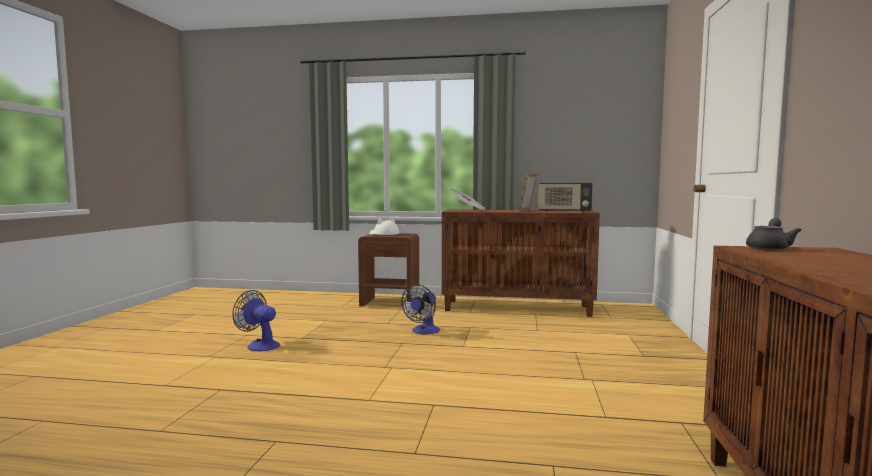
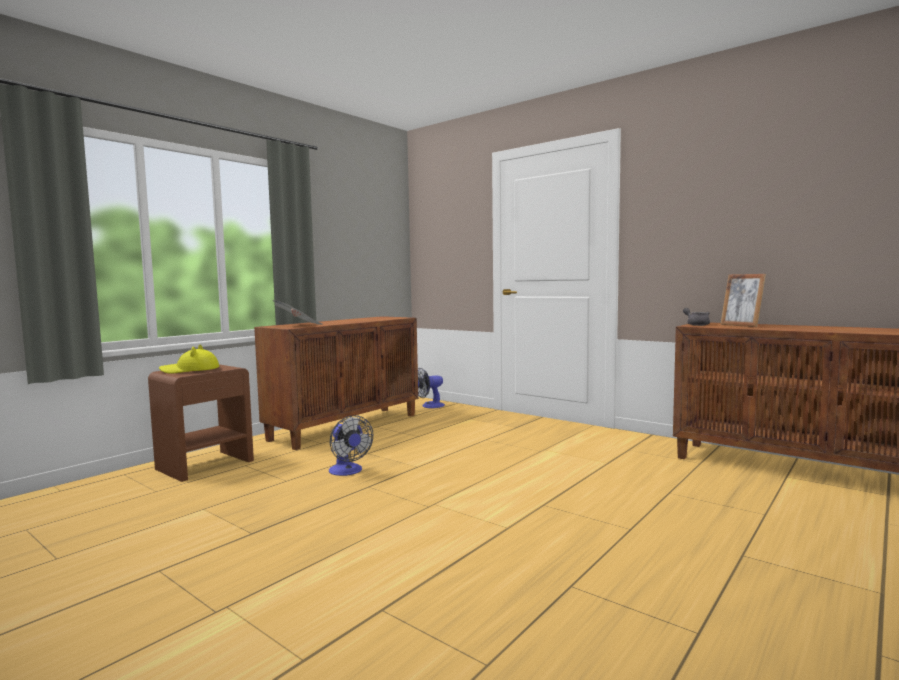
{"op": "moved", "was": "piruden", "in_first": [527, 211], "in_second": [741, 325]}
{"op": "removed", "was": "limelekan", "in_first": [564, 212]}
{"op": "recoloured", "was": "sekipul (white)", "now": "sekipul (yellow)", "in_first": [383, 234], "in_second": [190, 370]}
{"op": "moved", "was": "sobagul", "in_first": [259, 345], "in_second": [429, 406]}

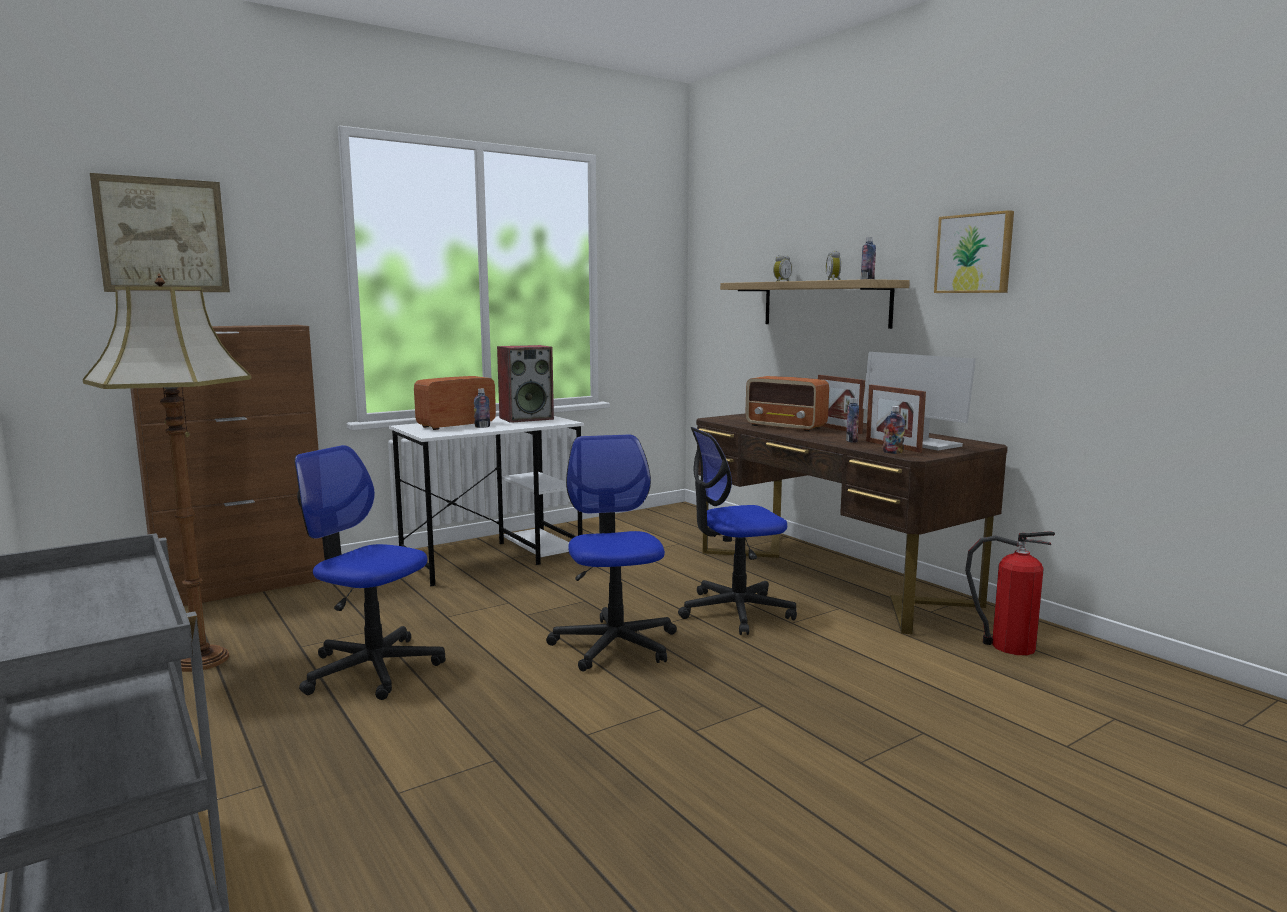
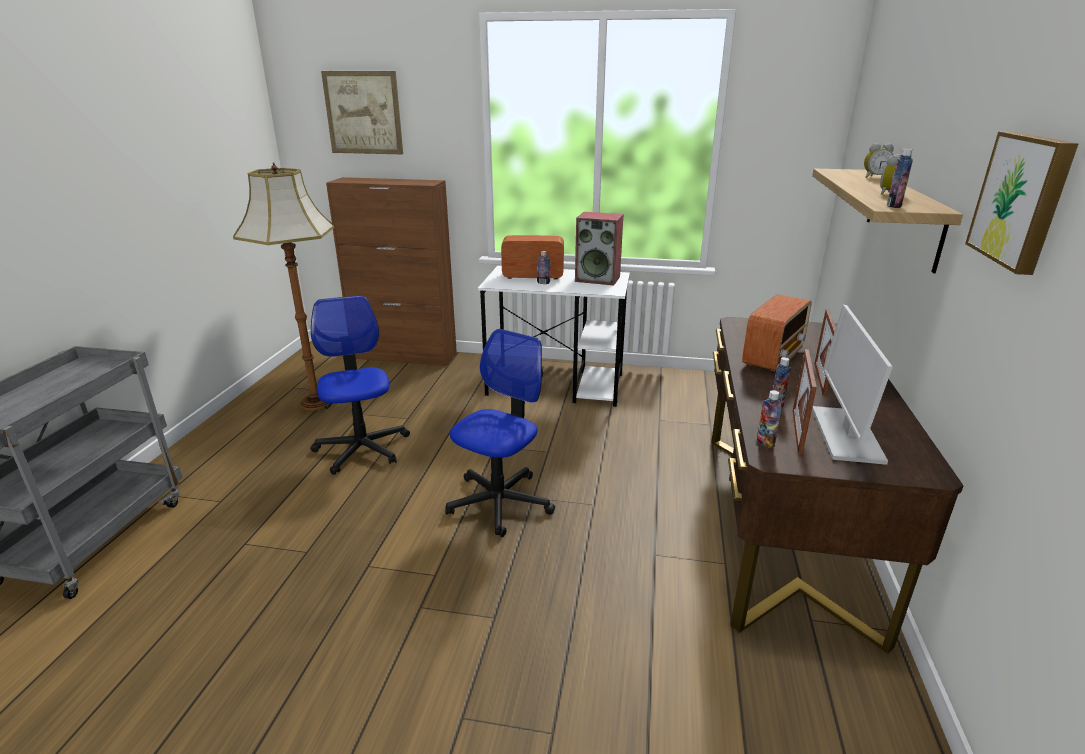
{"op": "turned", "was": "limelekan", "in_first": [786, 427], "in_second": [773, 357], "clockwise": -135}
{"op": "removed", "was": "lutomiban", "in_first": [735, 611]}
{"op": "removed", "was": "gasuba", "in_first": [1008, 646]}

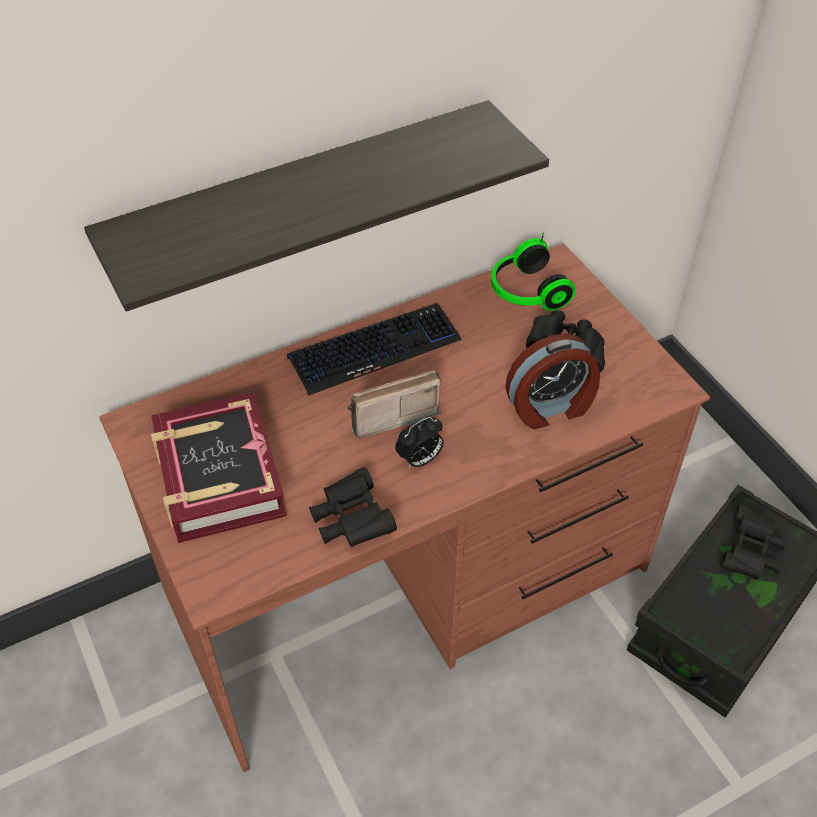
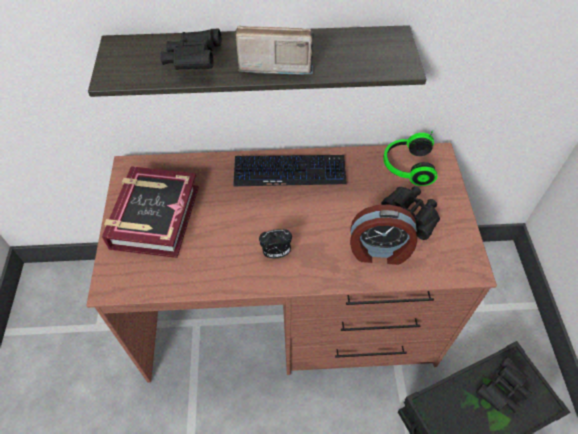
{"op": "moved", "was": "limelekan", "in_first": [388, 414], "in_second": [273, 64]}
{"op": "moved", "was": "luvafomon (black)", "in_first": [351, 520], "in_second": [194, 61]}

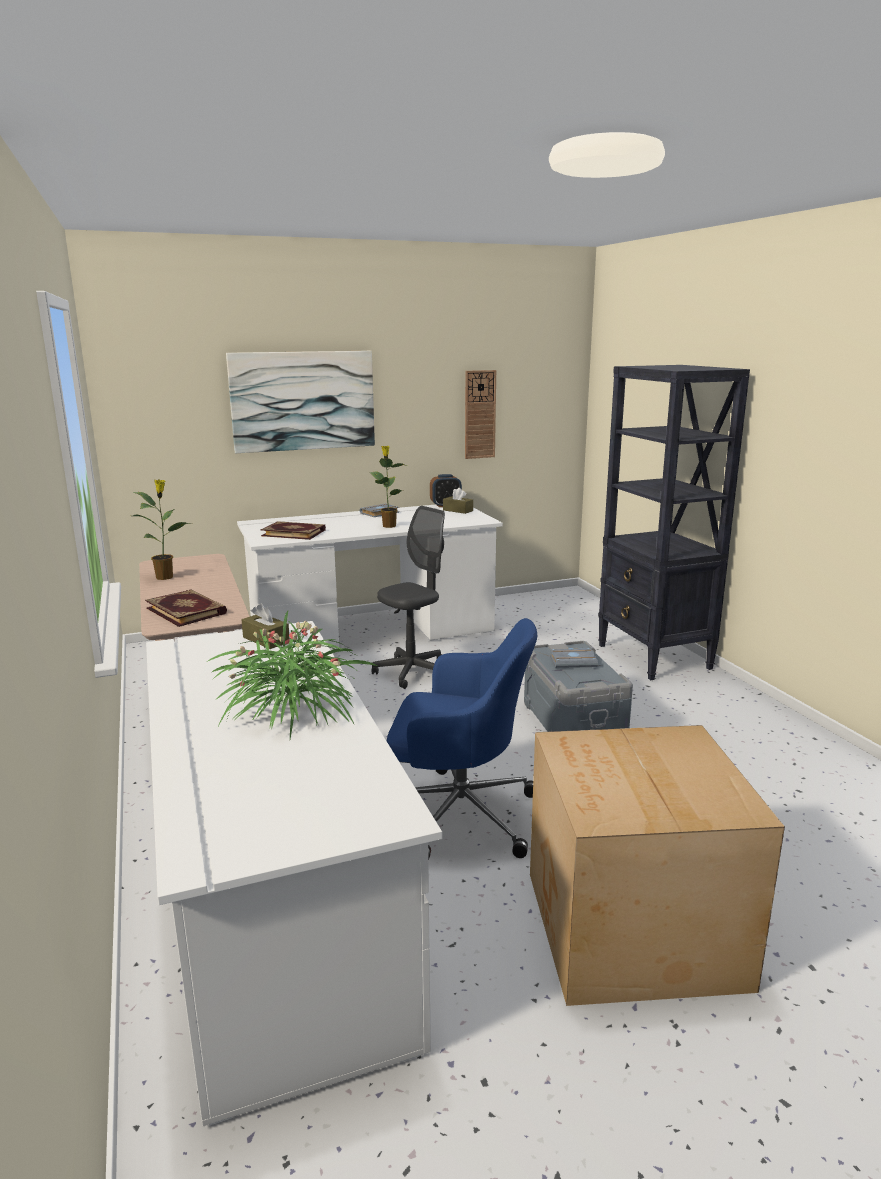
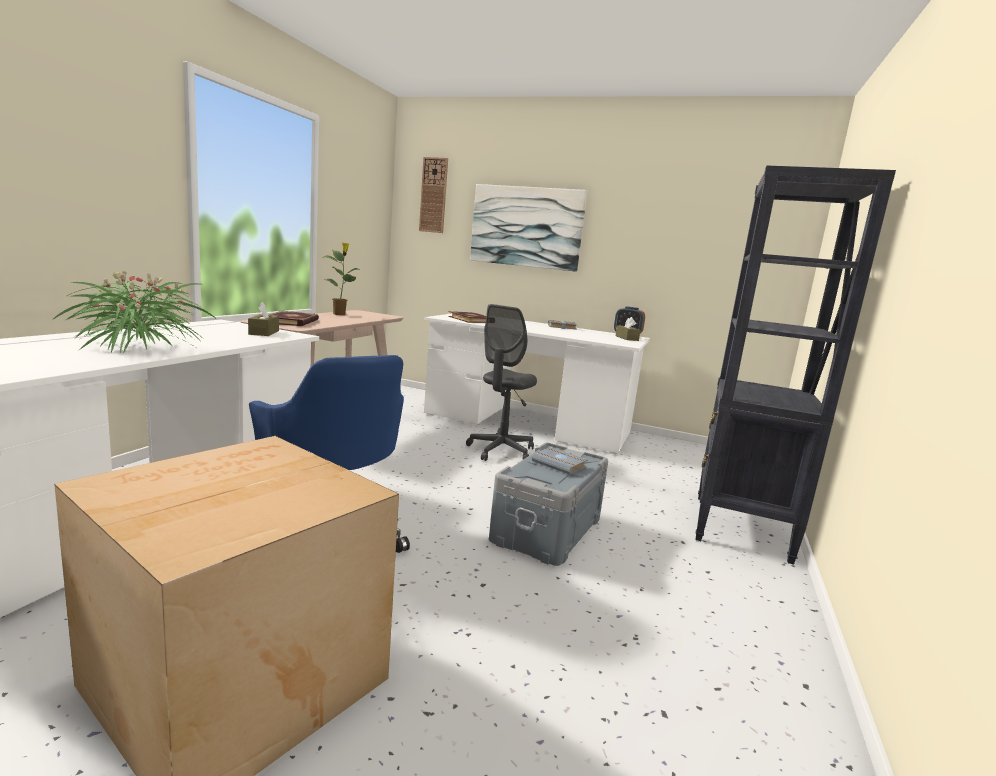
{"op": "moved", "was": "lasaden", "in_first": [480, 414], "in_second": [433, 195]}
{"op": "removed", "was": "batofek", "in_first": [389, 526]}
{"op": "turned", "was": "lutomiban (grey)", "in_first": [412, 672], "in_second": [501, 451], "clockwise": 120}

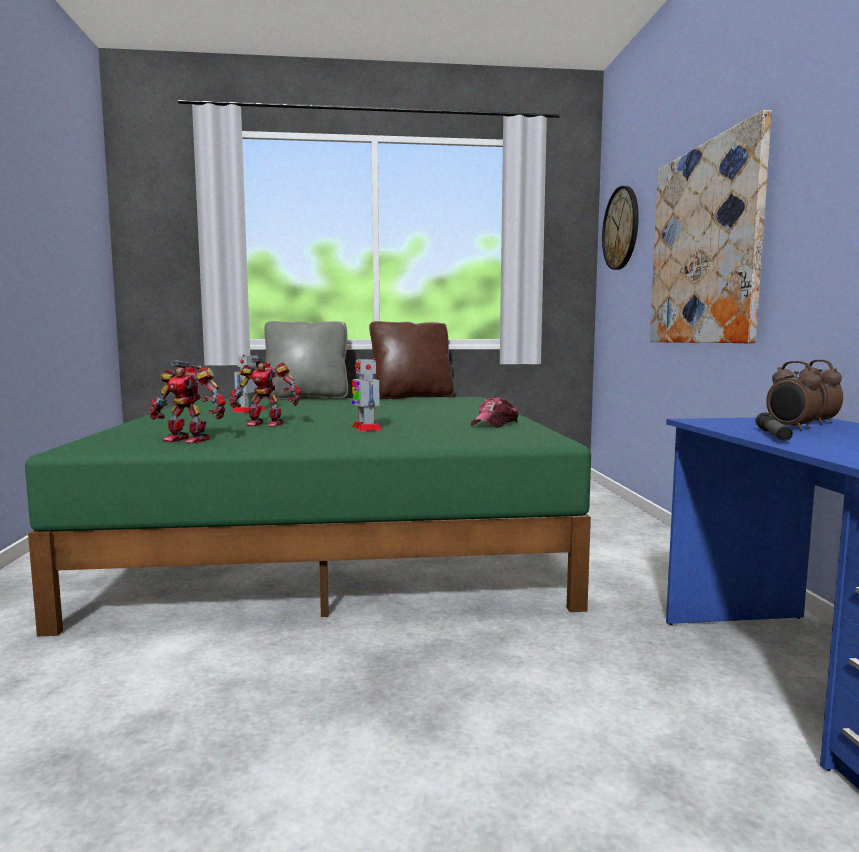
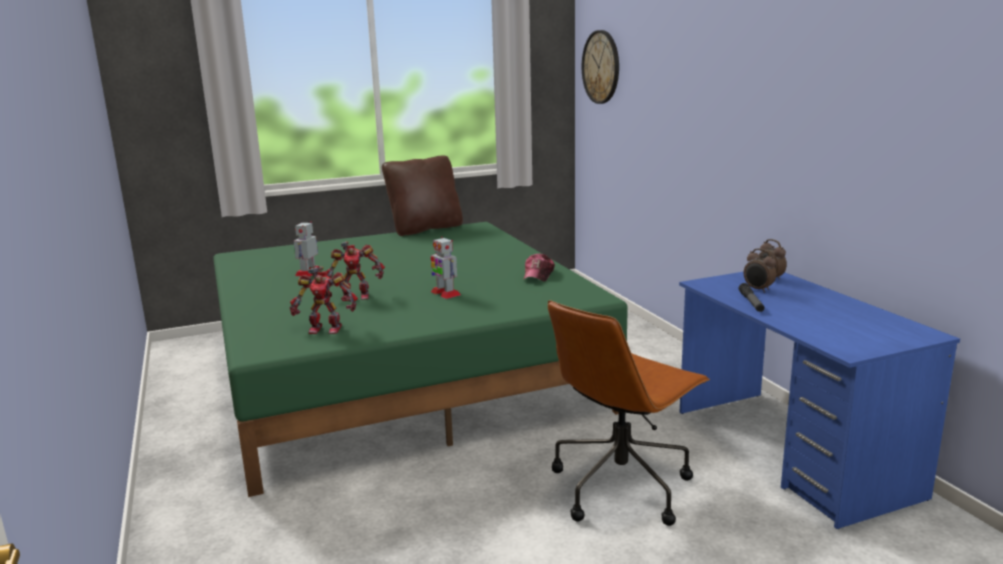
{"op": "removed", "was": "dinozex", "in_first": [704, 245]}
{"op": "removed", "was": "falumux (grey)", "in_first": [307, 398]}
{"op": "added", "now": "lutomiban (brown)", "in_second": [621, 486]}

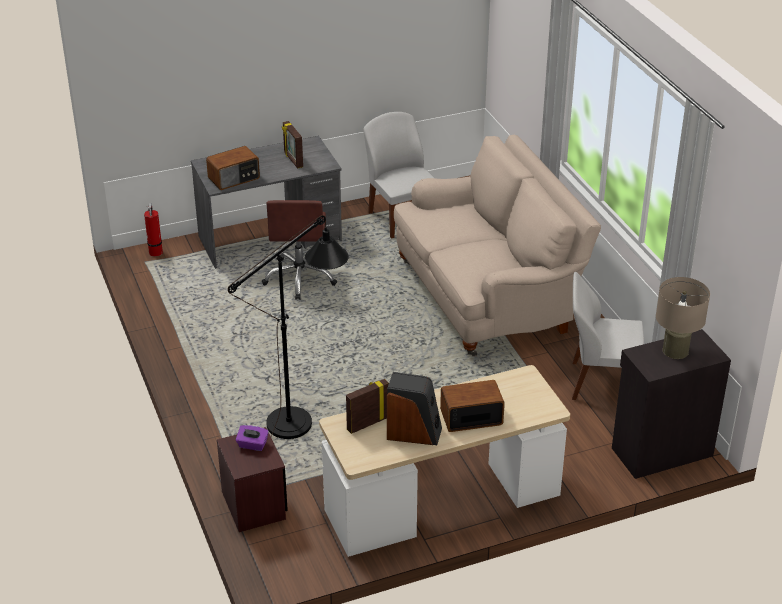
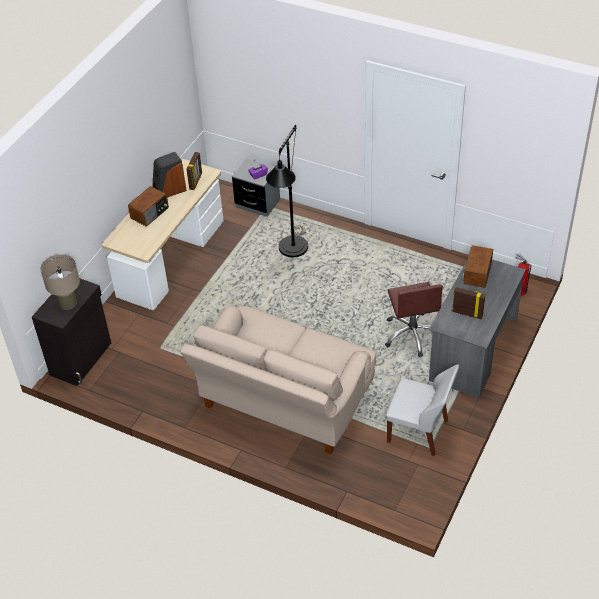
{"op": "turned", "was": "lutomiban (brown)", "in_first": [300, 278], "in_second": [412, 334], "clockwise": -150}
{"op": "removed", "was": "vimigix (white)", "in_first": [600, 382]}
{"op": "recoloured", "was": "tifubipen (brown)", "now": "tifubipen (grey)", "in_first": [254, 505], "in_second": [257, 203]}

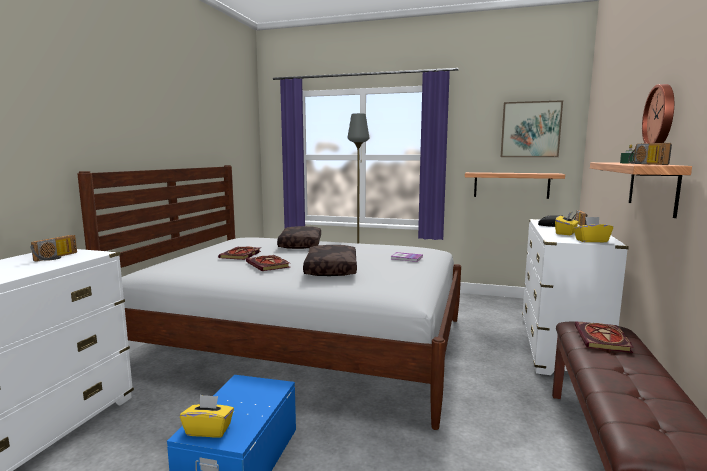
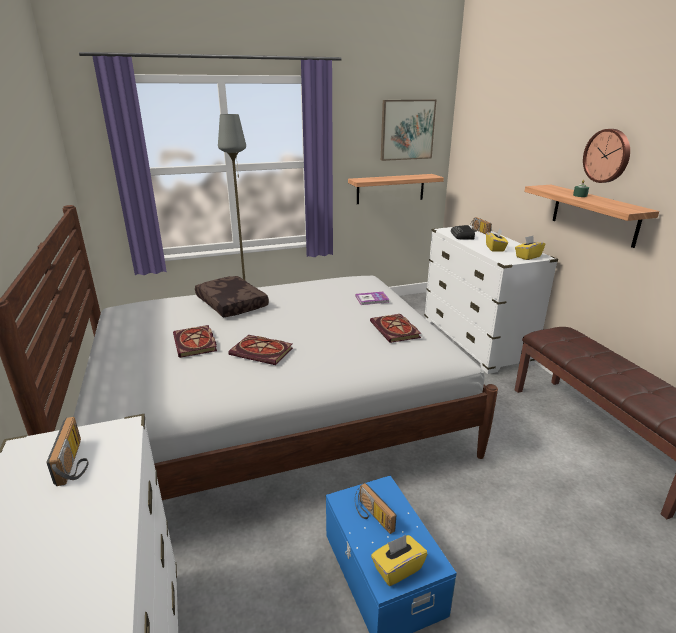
{"op": "moved", "was": "limelekan", "in_first": [644, 164], "in_second": [371, 516]}
{"op": "removed", "was": "falumux (brown)", "in_first": [330, 269]}
{"op": "moved", "was": "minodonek", "in_first": [603, 340], "in_second": [396, 330]}

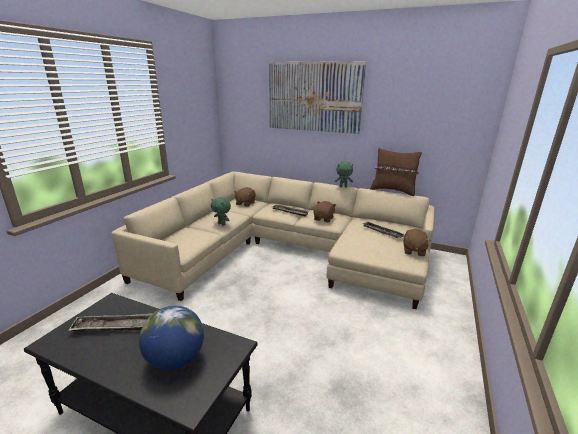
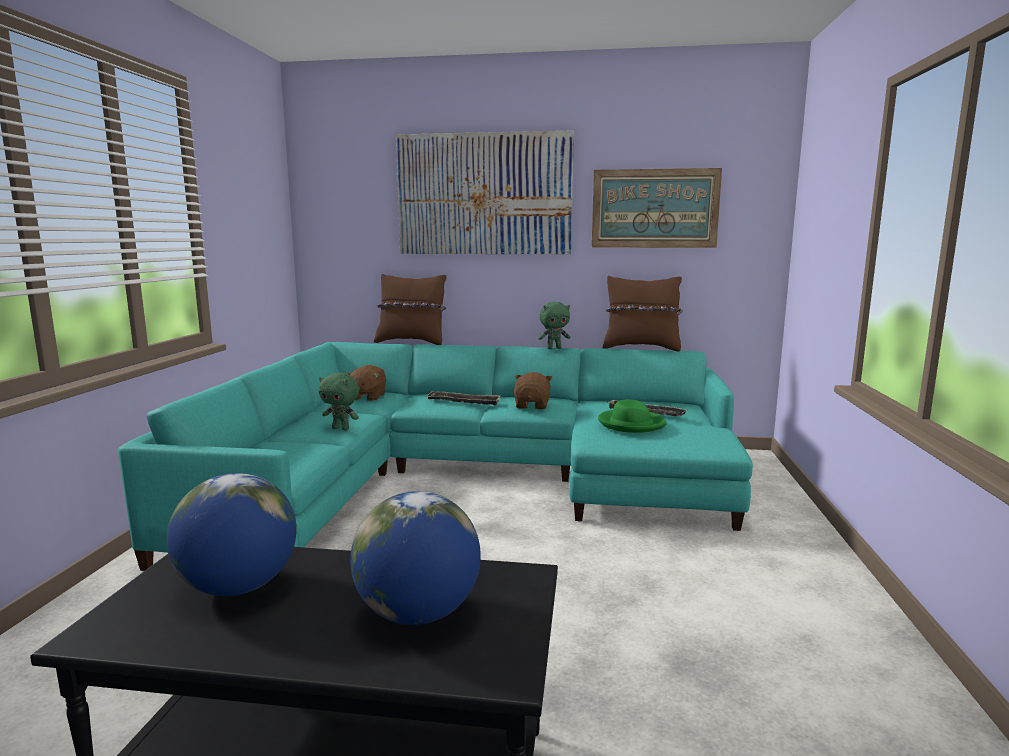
{"op": "recoloured", "was": "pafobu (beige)", "now": "pafobu (turquoise)", "in_first": [286, 252], "in_second": [465, 478]}
{"op": "removed", "was": "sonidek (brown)", "in_first": [413, 251]}
{"op": "replaced", "was": "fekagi", "now": "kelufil", "in_first": [115, 326], "in_second": [239, 587]}
{"op": "added", "now": "dinozex", "in_second": [654, 208]}
{"op": "added", "now": "falumux (brown)", "in_second": [411, 342]}
{"op": "added", "now": "sekipul (green)", "in_second": [631, 424]}

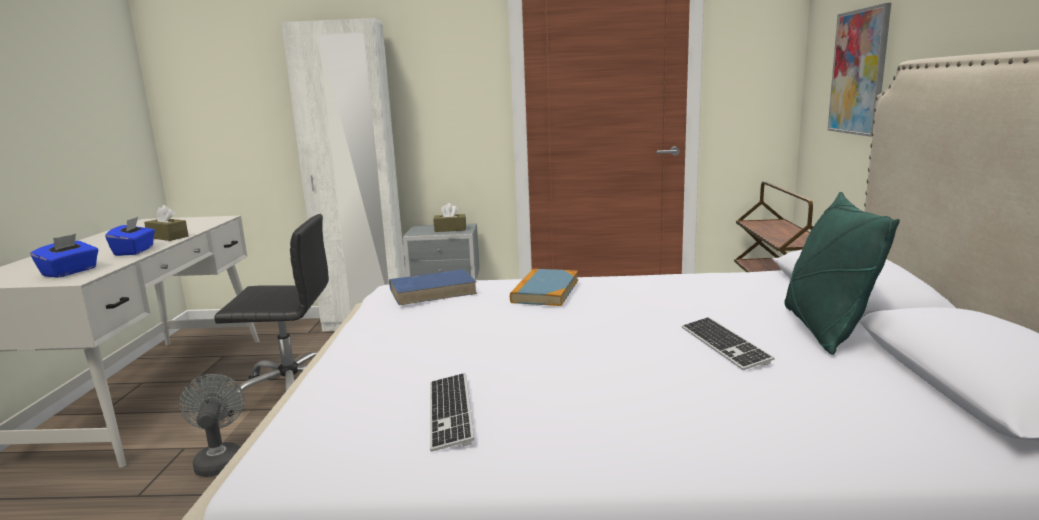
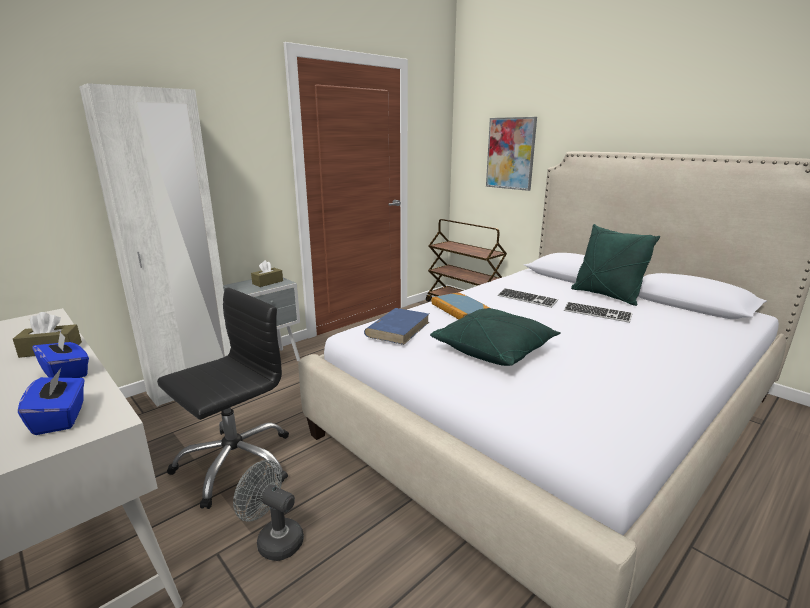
{"op": "moved", "was": "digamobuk", "in_first": [450, 412], "in_second": [527, 299]}
{"op": "added", "now": "falumux (green)", "in_second": [494, 350]}

